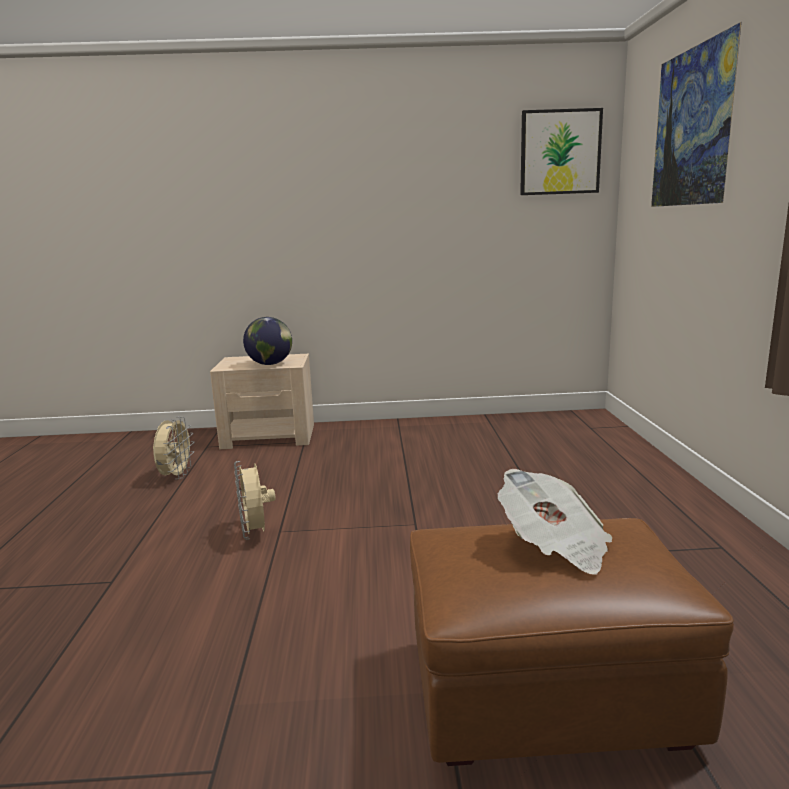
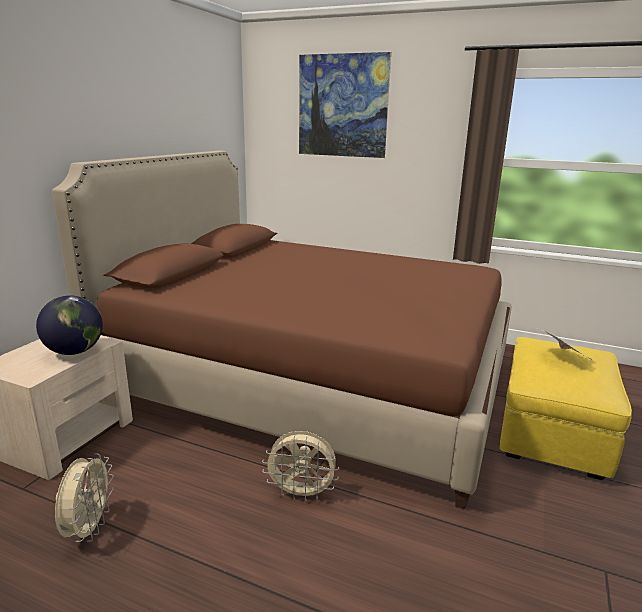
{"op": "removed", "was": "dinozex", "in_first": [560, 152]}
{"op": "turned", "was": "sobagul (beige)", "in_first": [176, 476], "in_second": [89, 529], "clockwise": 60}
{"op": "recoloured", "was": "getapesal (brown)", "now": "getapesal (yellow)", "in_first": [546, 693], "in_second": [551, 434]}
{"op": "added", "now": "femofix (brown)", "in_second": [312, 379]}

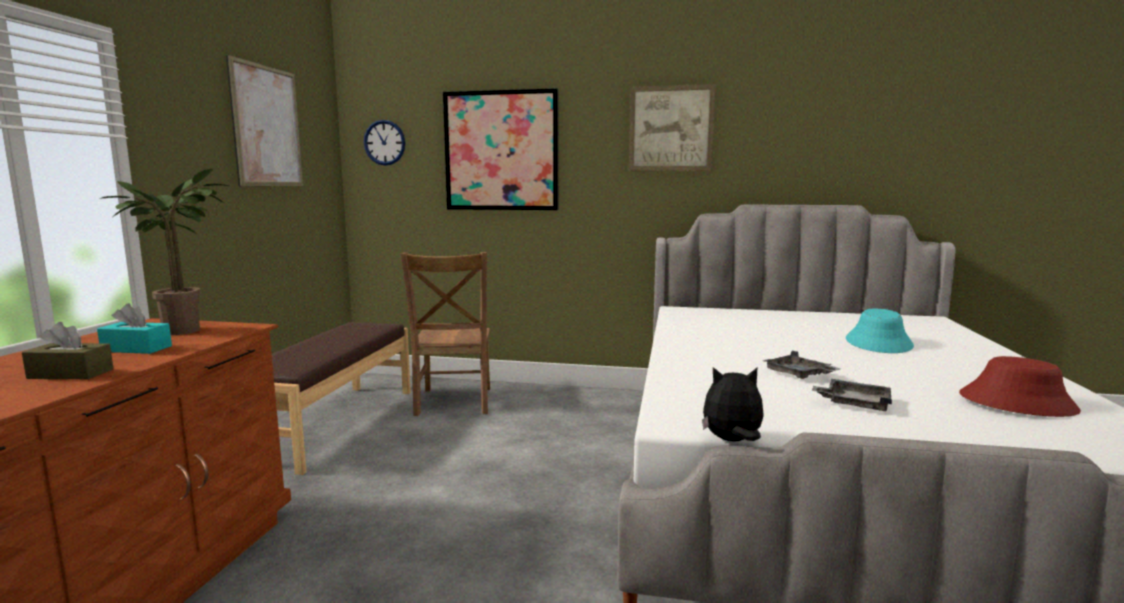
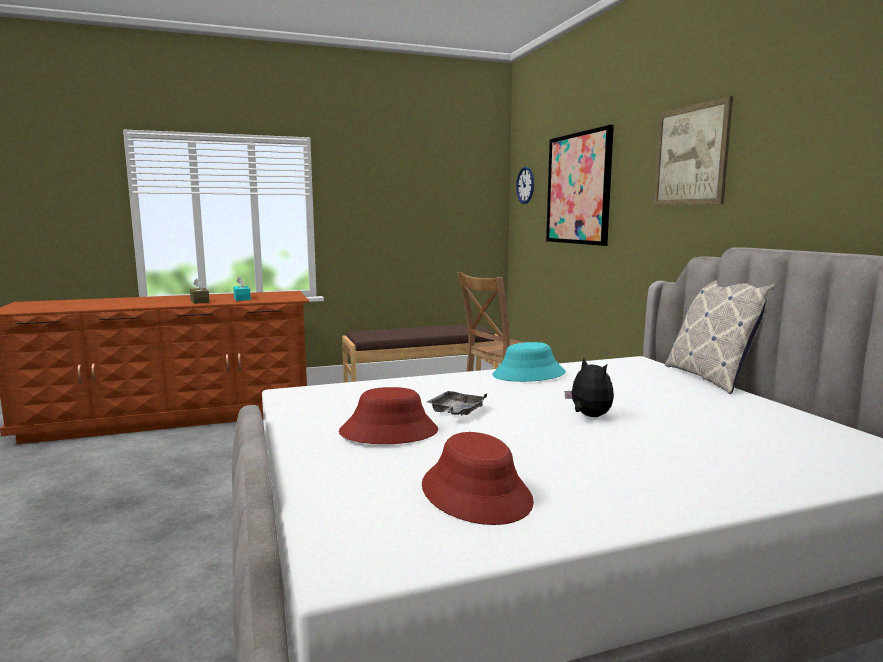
{"op": "removed", "was": "dinozex", "in_first": [267, 126]}
{"op": "removed", "was": "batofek", "in_first": [187, 330]}
{"op": "moved", "was": "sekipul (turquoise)", "in_first": [879, 343], "in_second": [529, 374]}
{"op": "moved", "was": "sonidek", "in_first": [732, 441], "in_second": [588, 416]}
{"op": "replaced", "was": "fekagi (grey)", "now": "sekipul (red)", "in_first": [854, 403], "in_second": [389, 432]}
{"op": "added", "now": "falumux", "in_second": [710, 378]}

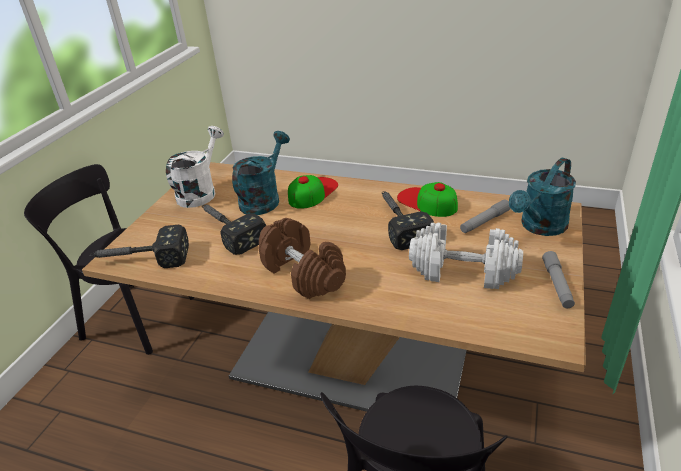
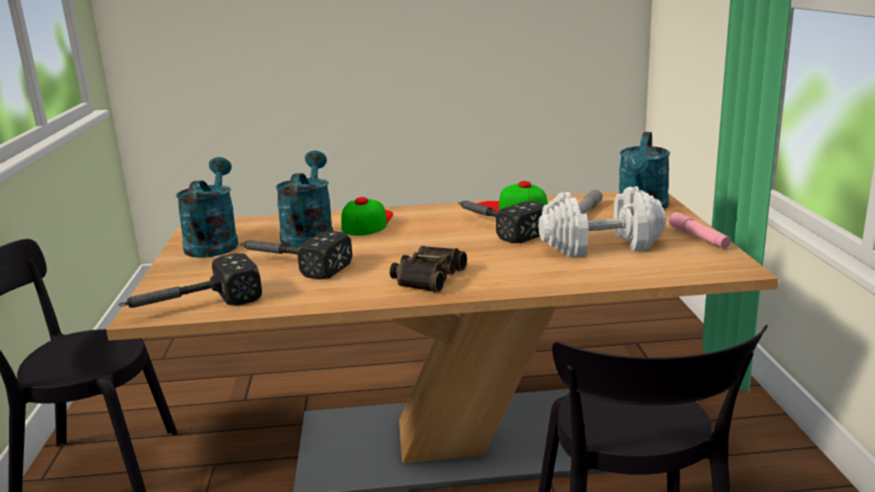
{"op": "recoloured", "was": "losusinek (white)", "now": "losusinek (turquoise)", "in_first": [200, 192], "in_second": [213, 243]}
{"op": "replaced", "was": "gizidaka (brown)", "now": "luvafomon", "in_first": [303, 273], "in_second": [427, 277]}
{"op": "recoloured", "was": "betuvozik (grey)", "now": "betuvozik (pink)", "in_first": [557, 284], "in_second": [698, 237]}

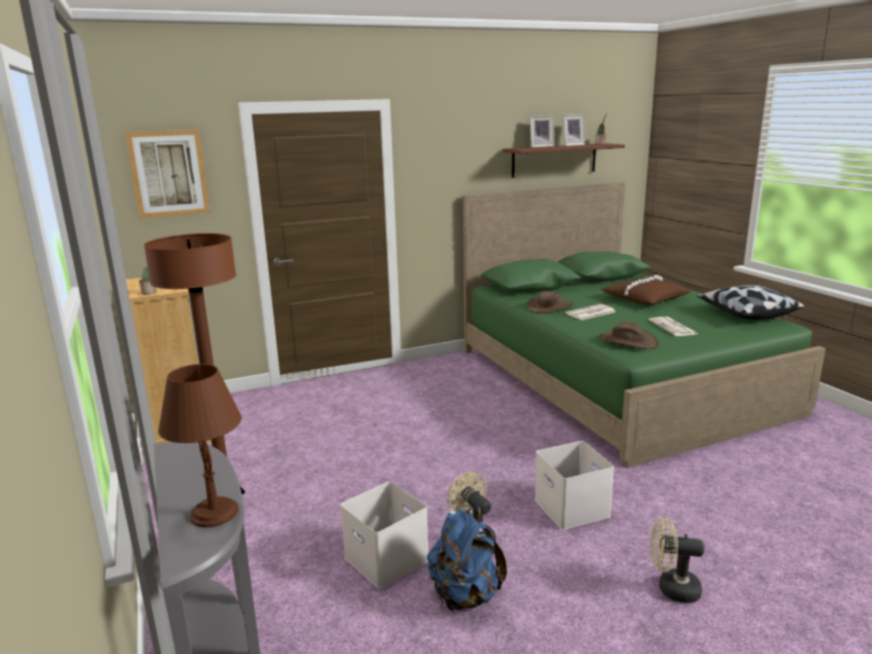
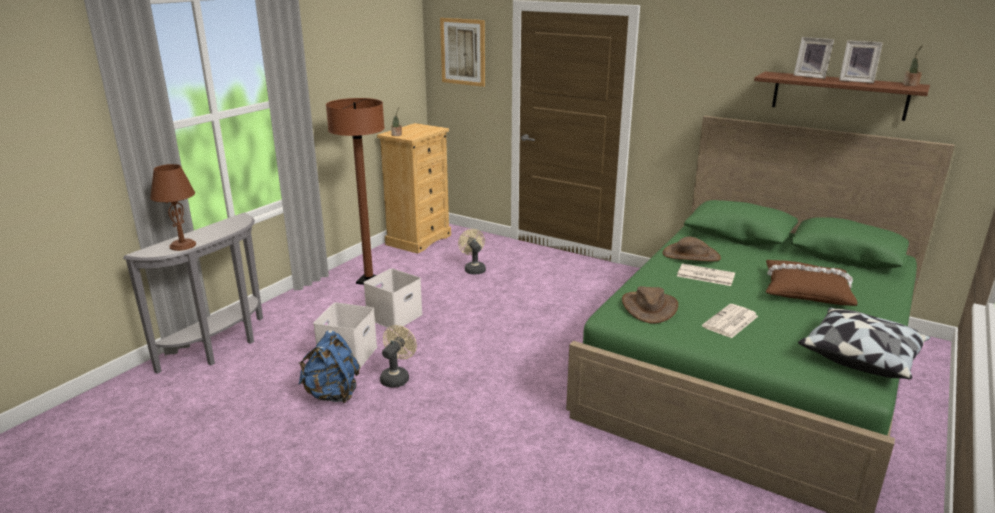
{"op": "moved", "was": "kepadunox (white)", "in_first": [573, 508], "in_second": [394, 317]}
{"op": "moved", "was": "sobagul (beige)", "in_first": [672, 588], "in_second": [473, 269]}

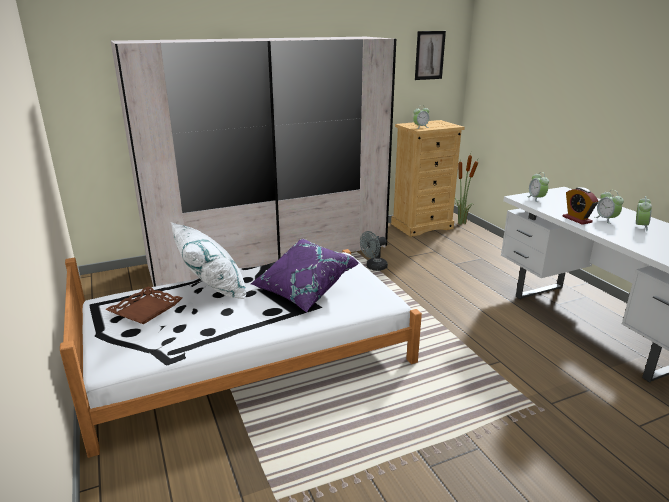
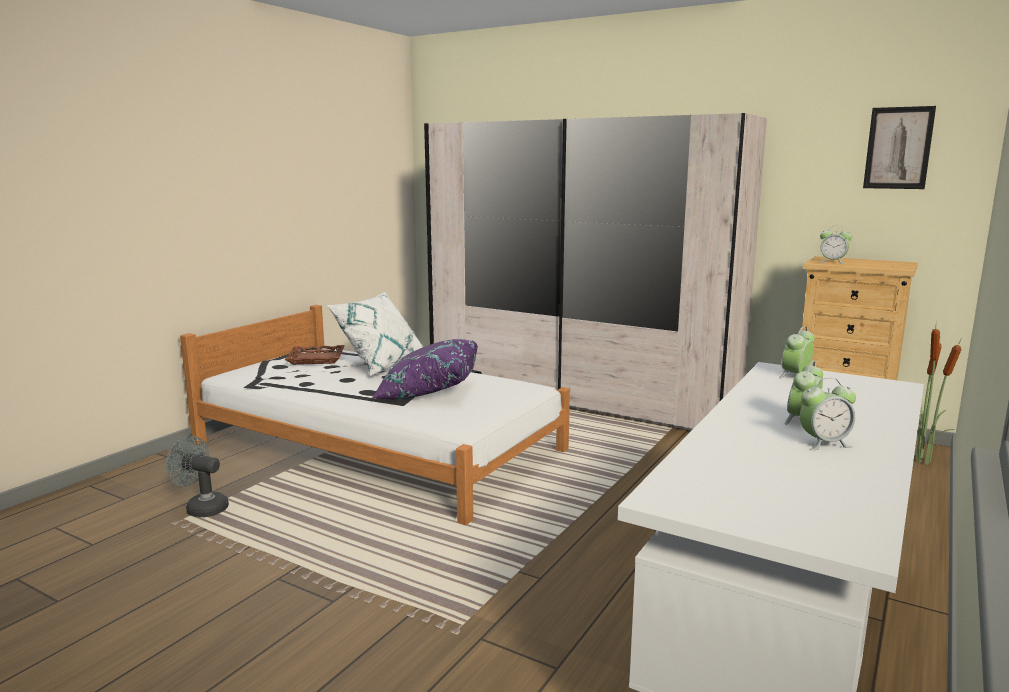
{"op": "removed", "was": "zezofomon", "in_first": [577, 219]}
{"op": "moved", "was": "sobagul (grey)", "in_first": [374, 267], "in_second": [202, 508]}

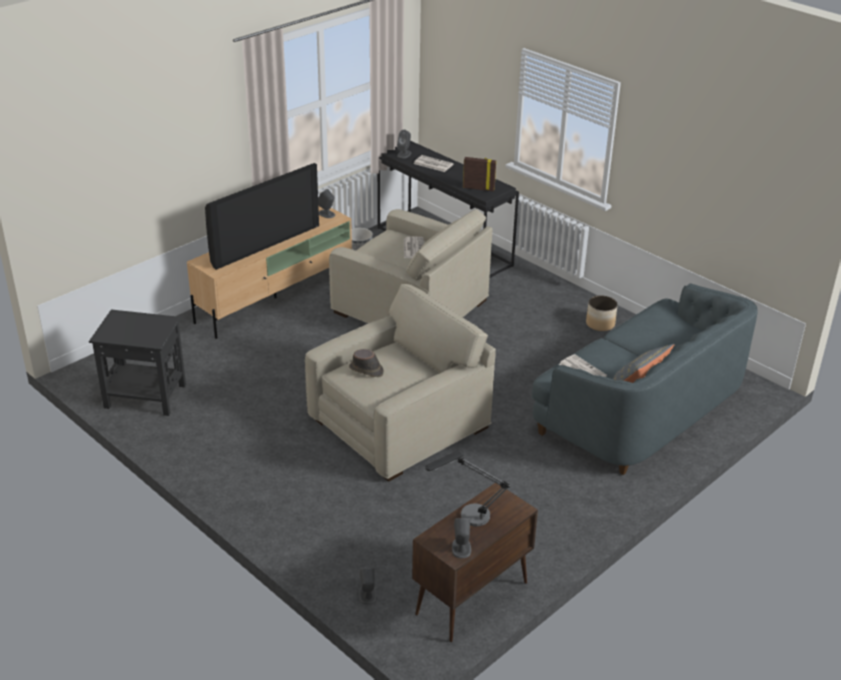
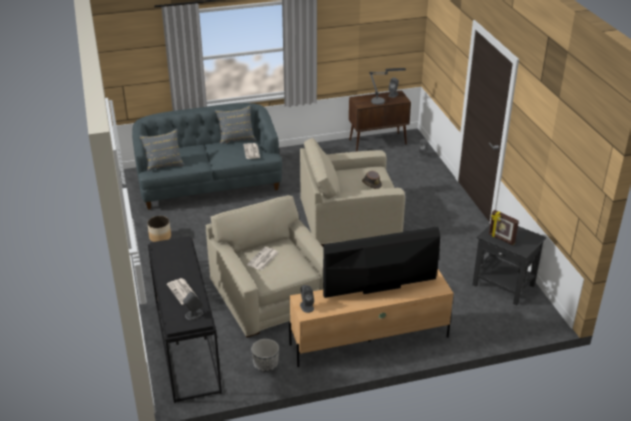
{"op": "moved", "was": "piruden", "in_first": [478, 188], "in_second": [501, 239]}
{"op": "added", "now": "falumux (grey)", "in_second": [164, 163]}

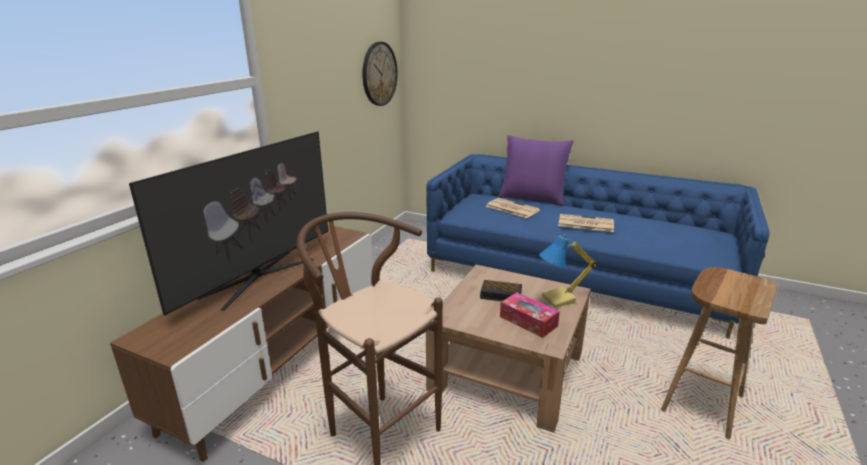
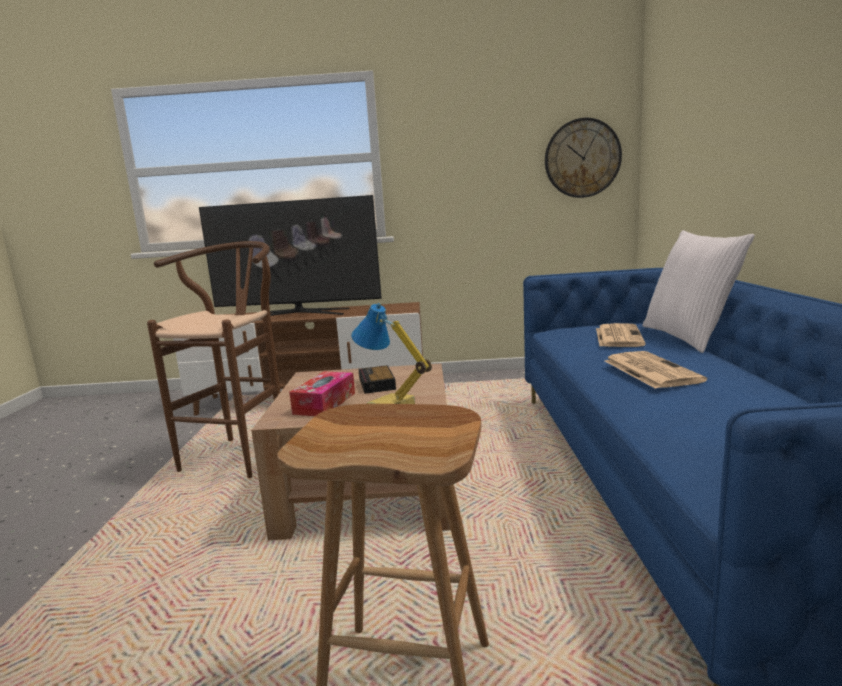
{"op": "recoloured", "was": "falumux (purple)", "now": "falumux (white)", "in_first": [532, 198], "in_second": [688, 337]}

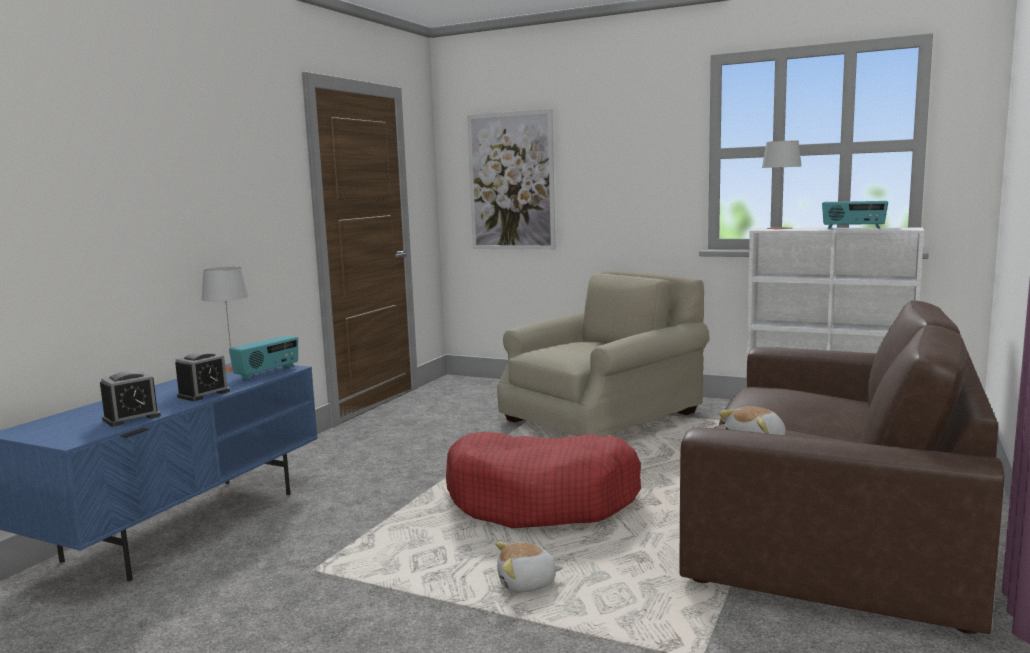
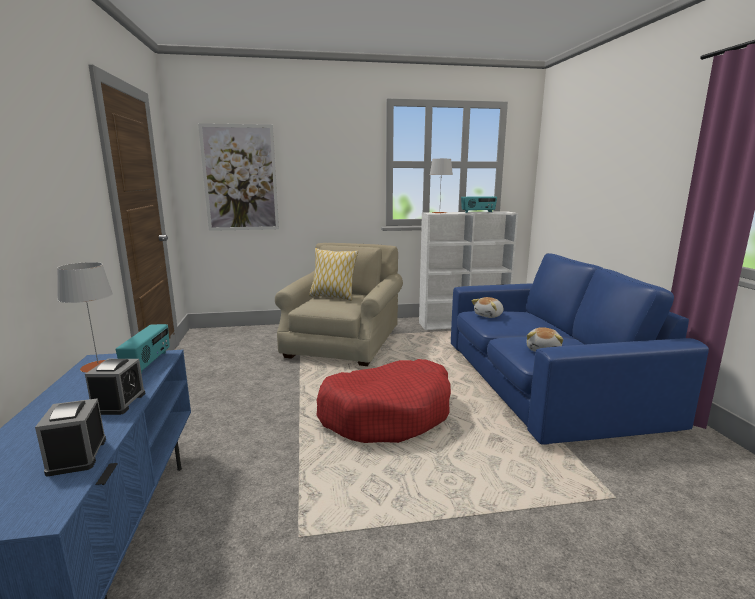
{"op": "recoloured", "was": "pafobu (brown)", "now": "pafobu (blue)", "in_first": [833, 519], "in_second": [544, 382]}
{"op": "turned", "was": "zezofomon", "in_first": [131, 418], "in_second": [77, 456], "clockwise": 150}
{"op": "moved", "was": "sonidek", "in_first": [527, 584], "in_second": [489, 315]}
{"op": "added", "now": "falumux", "in_second": [333, 297]}

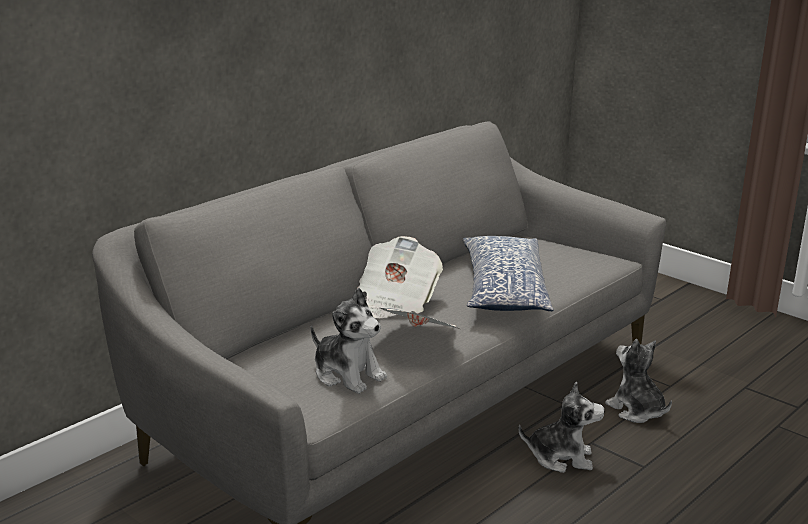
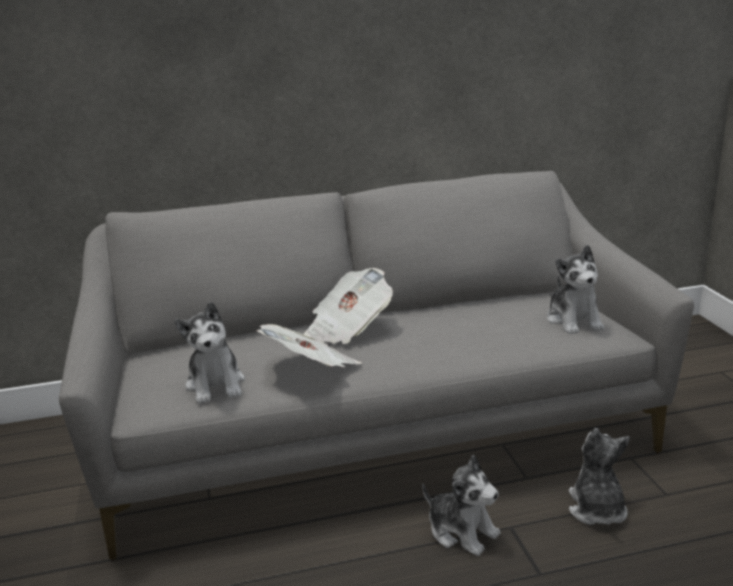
{"op": "removed", "was": "falumux", "in_first": [503, 289]}
{"op": "added", "now": "sonidek", "in_second": [574, 320]}

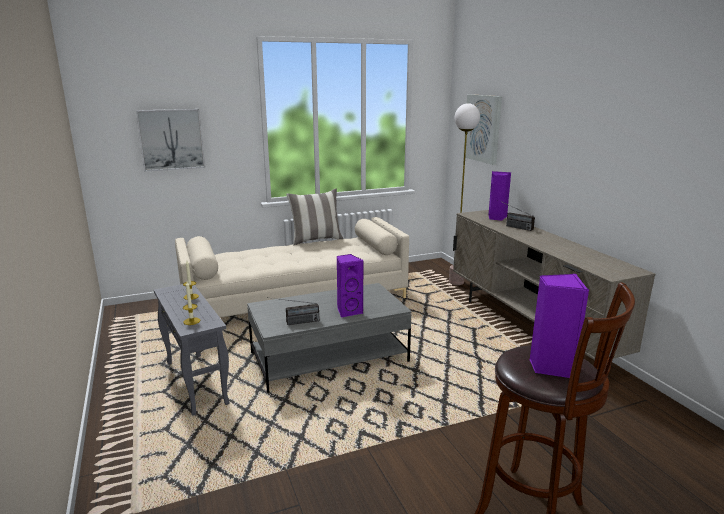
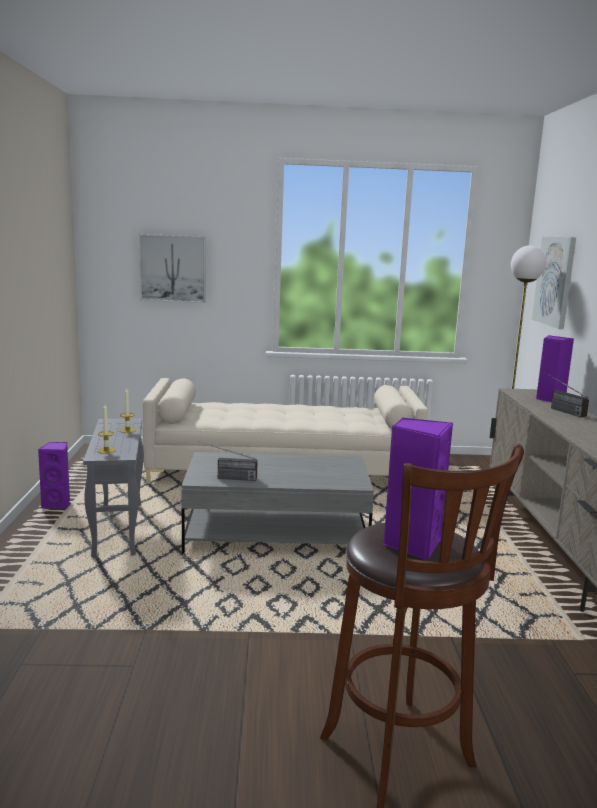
{"op": "removed", "was": "falumux", "in_first": [316, 240]}
{"op": "moved", "was": "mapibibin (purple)", "in_first": [348, 311], "in_second": [58, 504]}

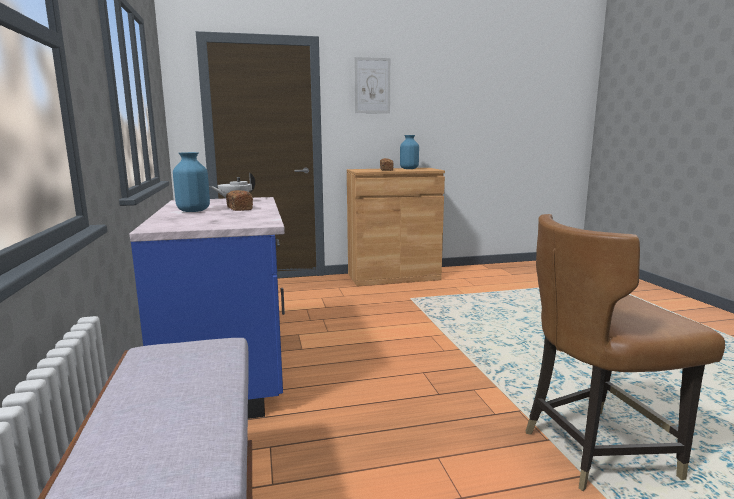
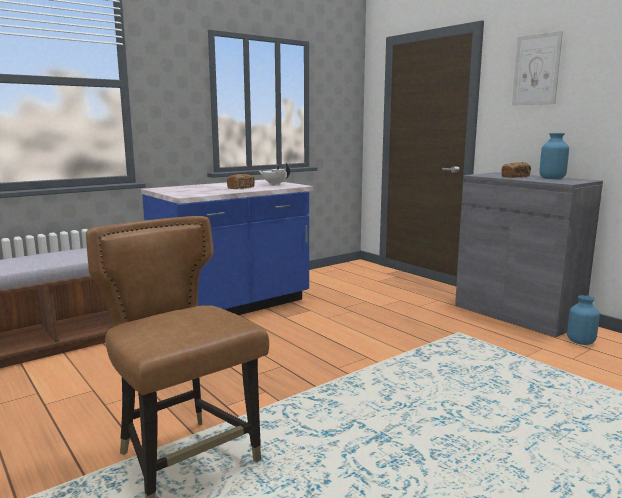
{"op": "moved", "was": "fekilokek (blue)", "in_first": [193, 211], "in_second": [580, 342]}
{"op": "recoloured", "was": "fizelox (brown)", "now": "fizelox (grey)", "in_first": [393, 276], "in_second": [516, 314]}

